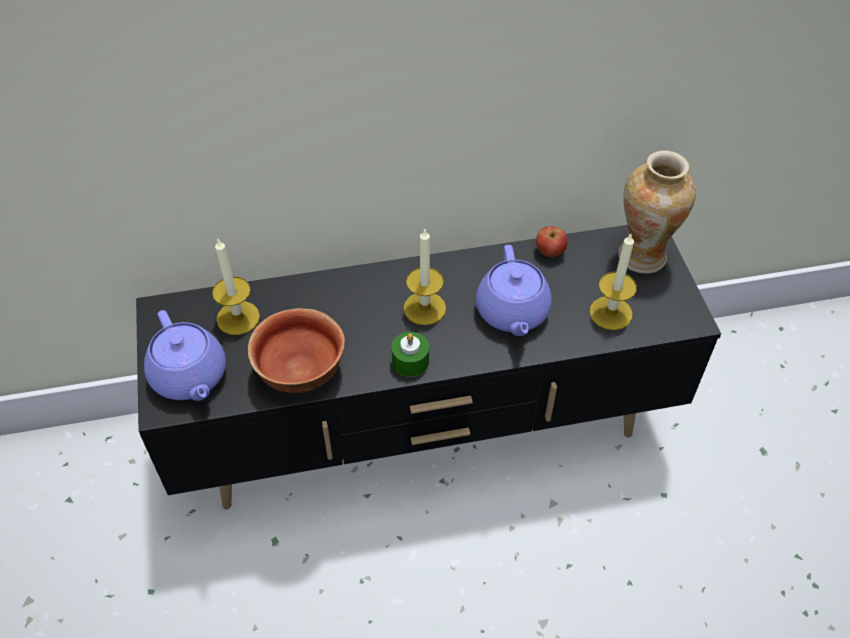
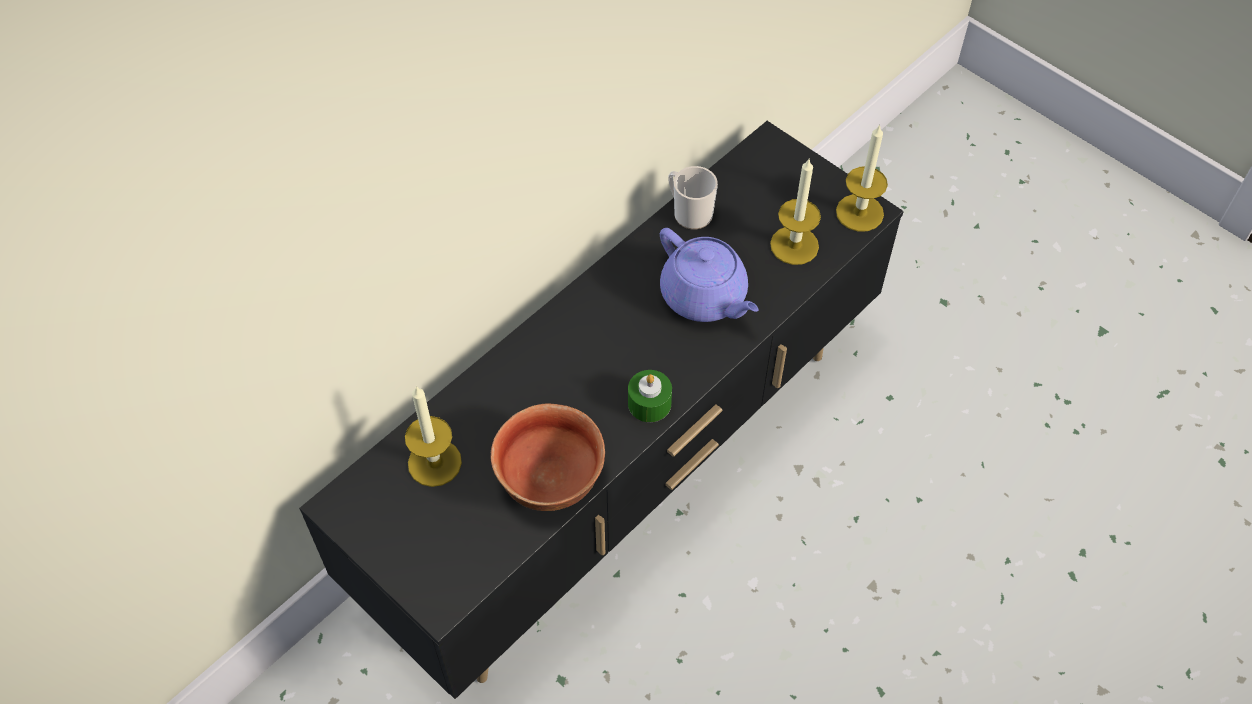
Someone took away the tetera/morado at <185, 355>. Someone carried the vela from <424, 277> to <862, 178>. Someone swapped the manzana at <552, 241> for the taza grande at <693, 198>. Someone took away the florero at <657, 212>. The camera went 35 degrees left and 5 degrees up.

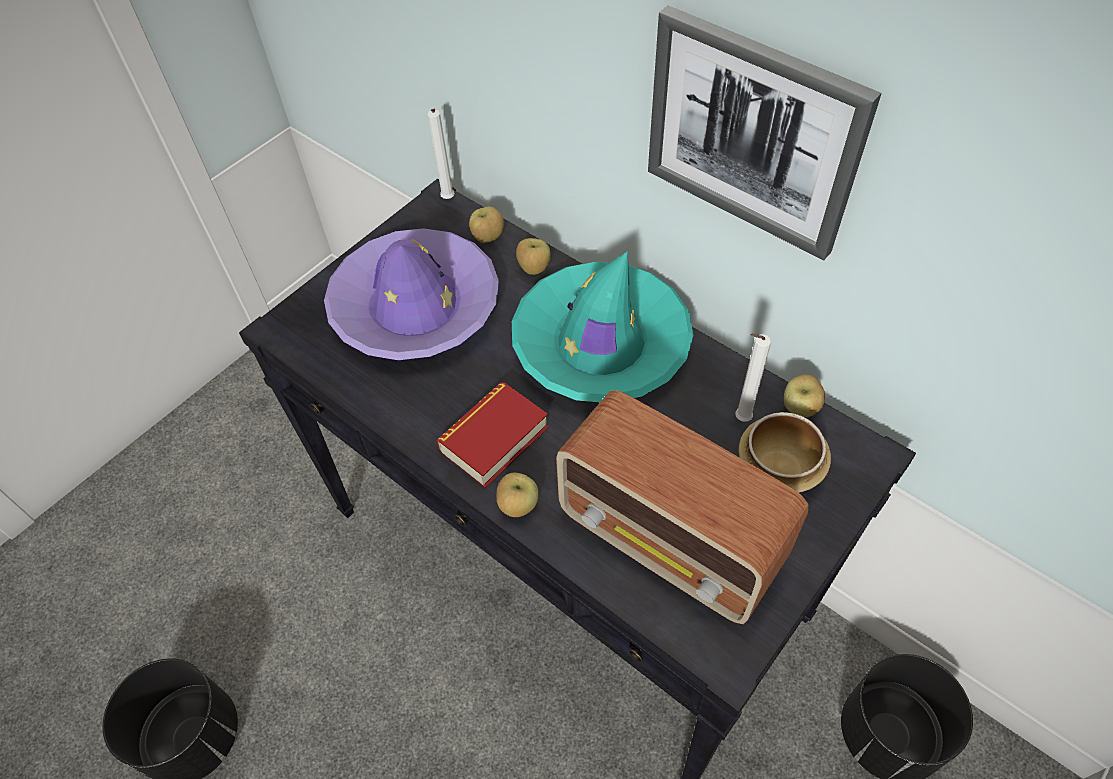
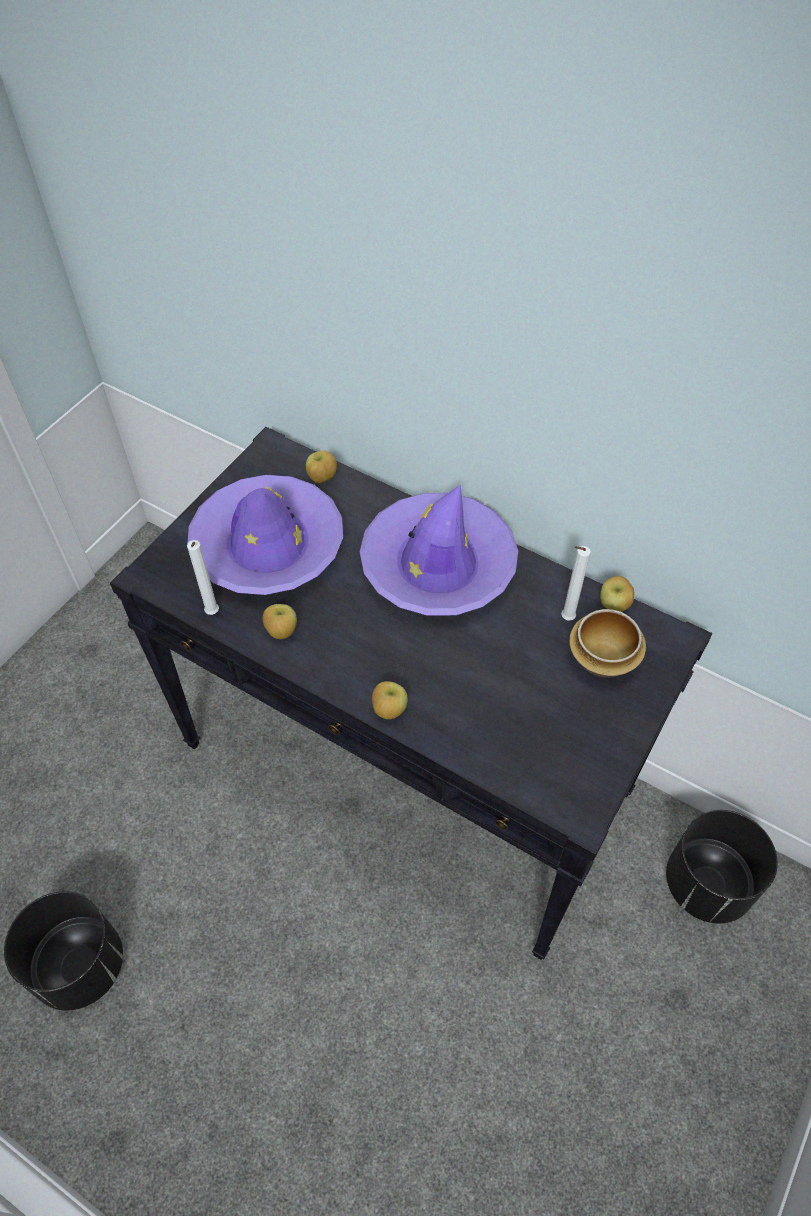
Someone carried the vela/blanco from <441, 154> to <203, 577>. Someone took away the libro at <492, 435>. Someone repainted the sombrero/turquesa at <603, 326>, which became the sombrero/morado at <439, 550>. Someone carried the manzana from <533, 256> to <280, 621>. Someone took away the radio at <682, 507>. Someone took away the cuadro at <765, 132>. The camera went 10 degrees left and 0 degrees up.

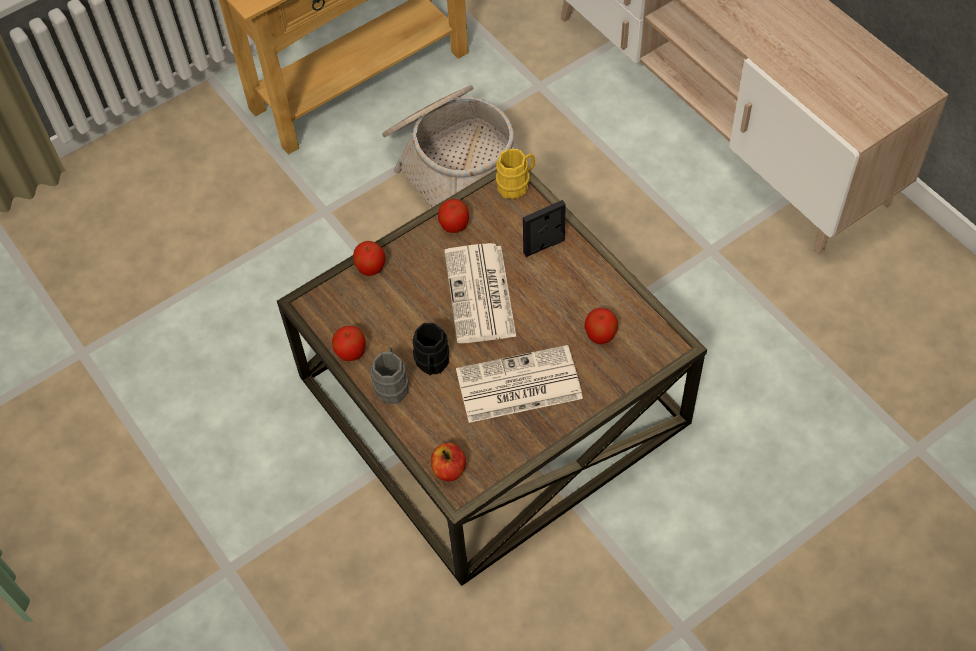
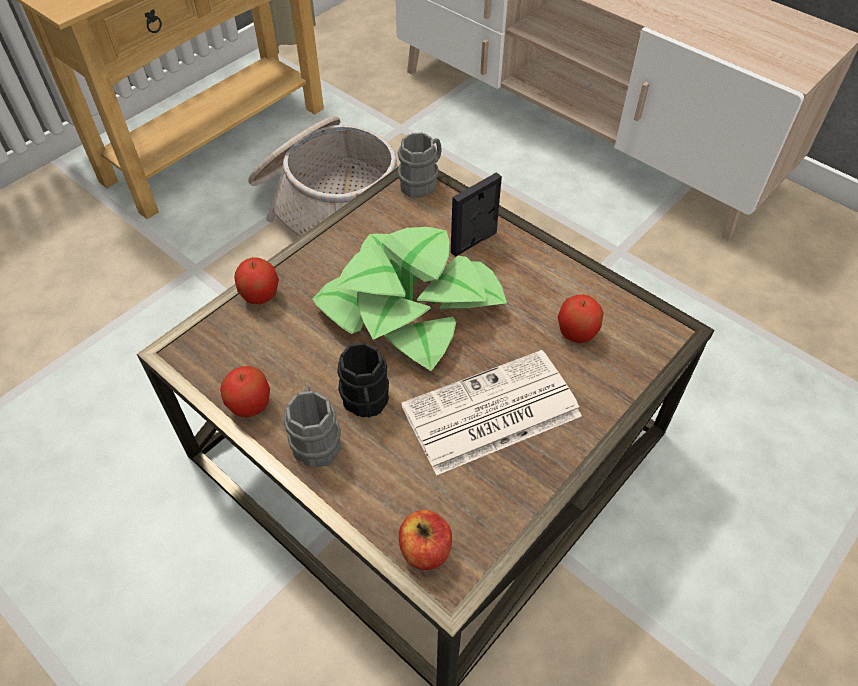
Someone took away the manzana at <453, 216>. Someone swapped the periódico at <480, 293> for the planta en maceta at <410, 299>. Someone repainted the taza grande/amarillo at <515, 174>, which became the taza grande/gris at <419, 165>. The camera went 15 degrees left and 5 degrees down.

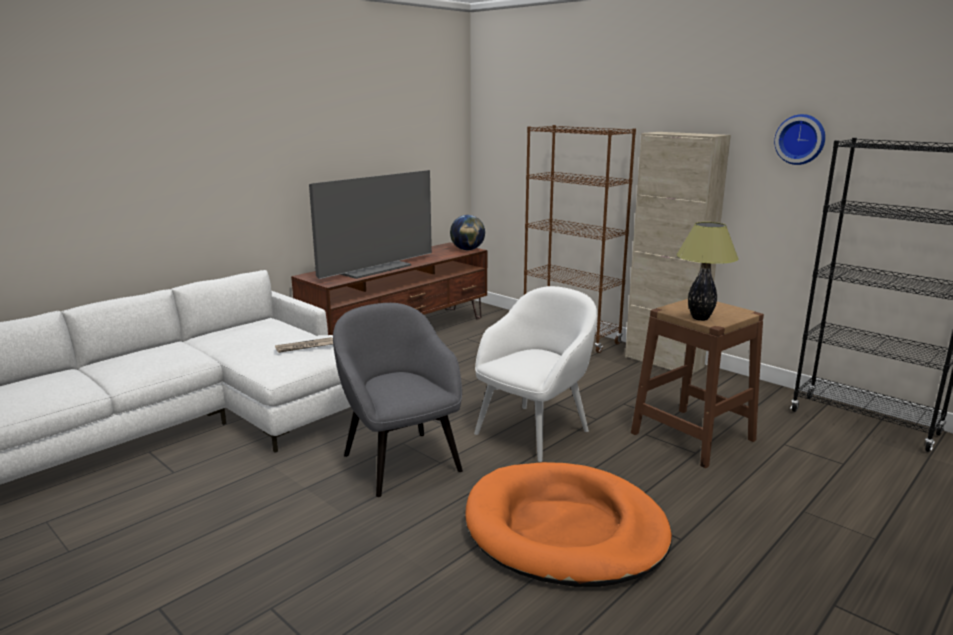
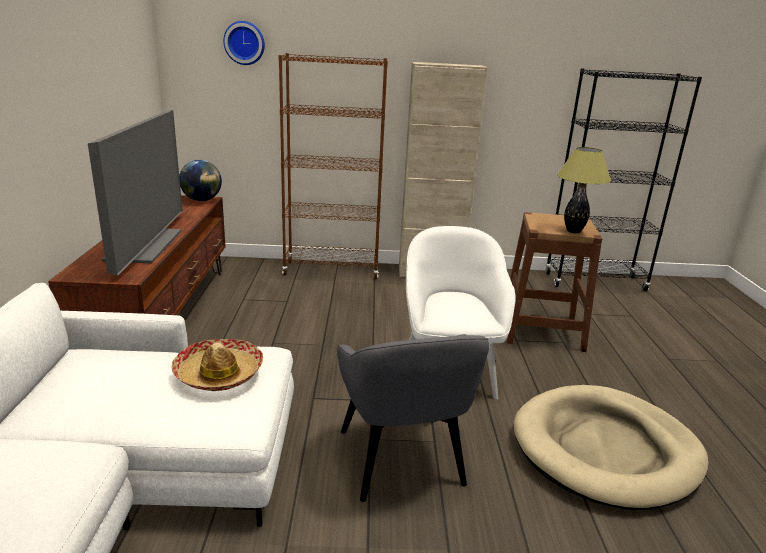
Someone swapped the periódico at <304, 345> for the sombrero at <217, 365>. Someone rotated the sillón/gris at <398, 400> by 120 degrees counterclockwise. Someone repainted the cama para perro/naranja at <568, 524>, which became the cama para perro/beis at <611, 448>. Someone carried the reloj de pared from <799, 139> to <244, 43>. The camera went 45 degrees left and 5 degrees up.

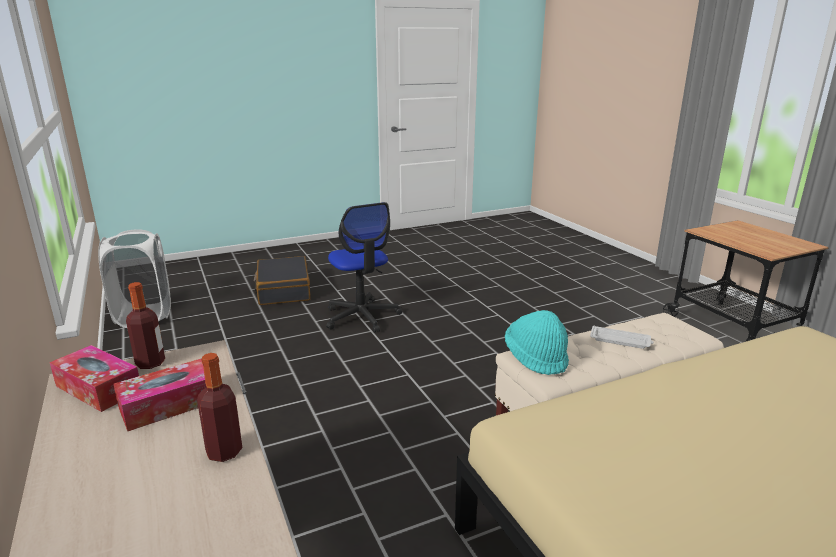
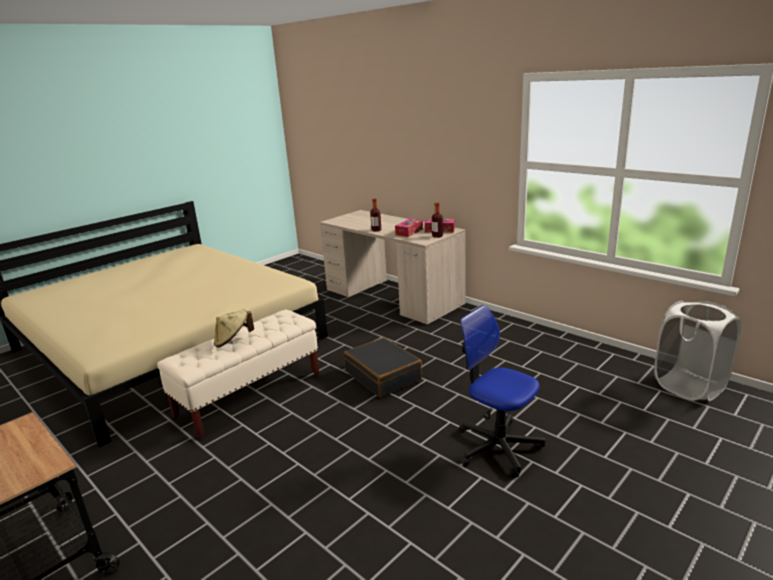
Someone carried the maleta/negro from <282, 280> to <383, 367>. Someone took away the sombrero/turquesa at <537, 342>. Someone swapped the bandeja/blanco at <622, 337> for the sombrero/beis at <234, 328>. The camera went 160 degrees right and 0 degrees up.

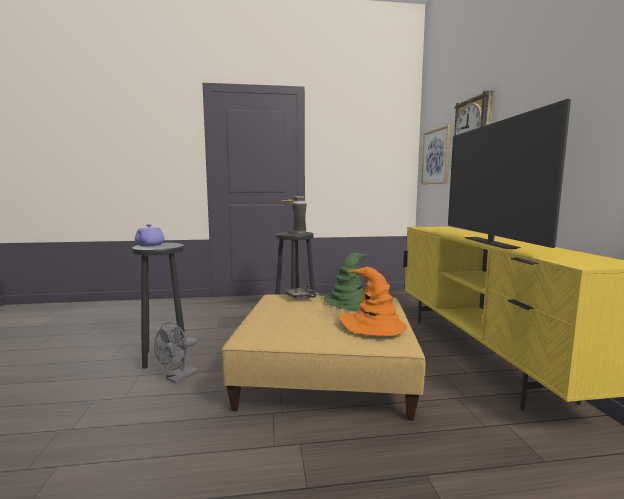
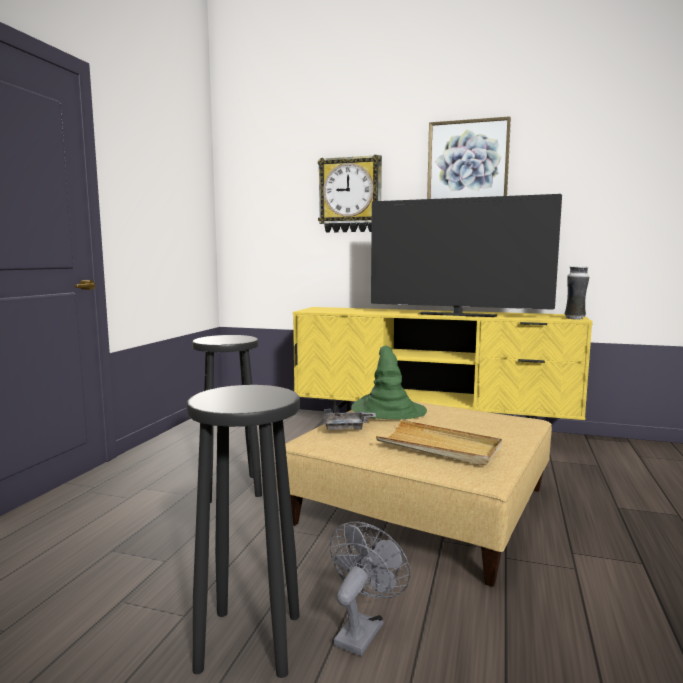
Someone took away the tetera/morado at <150, 235>. Someone rotated the ventilador/gris at <175, 352> by 120 degrees counterclockwise. Someone carried the florero from <300, 215> to <577, 293>. Someone took away the sombrero/naranja at <373, 301>. Someone carried the cuadro from <436, 154> to <469, 157>. Someone put down the bandeja/beis at <439, 443>. The camera went 65 degrees left and 0 degrees up.

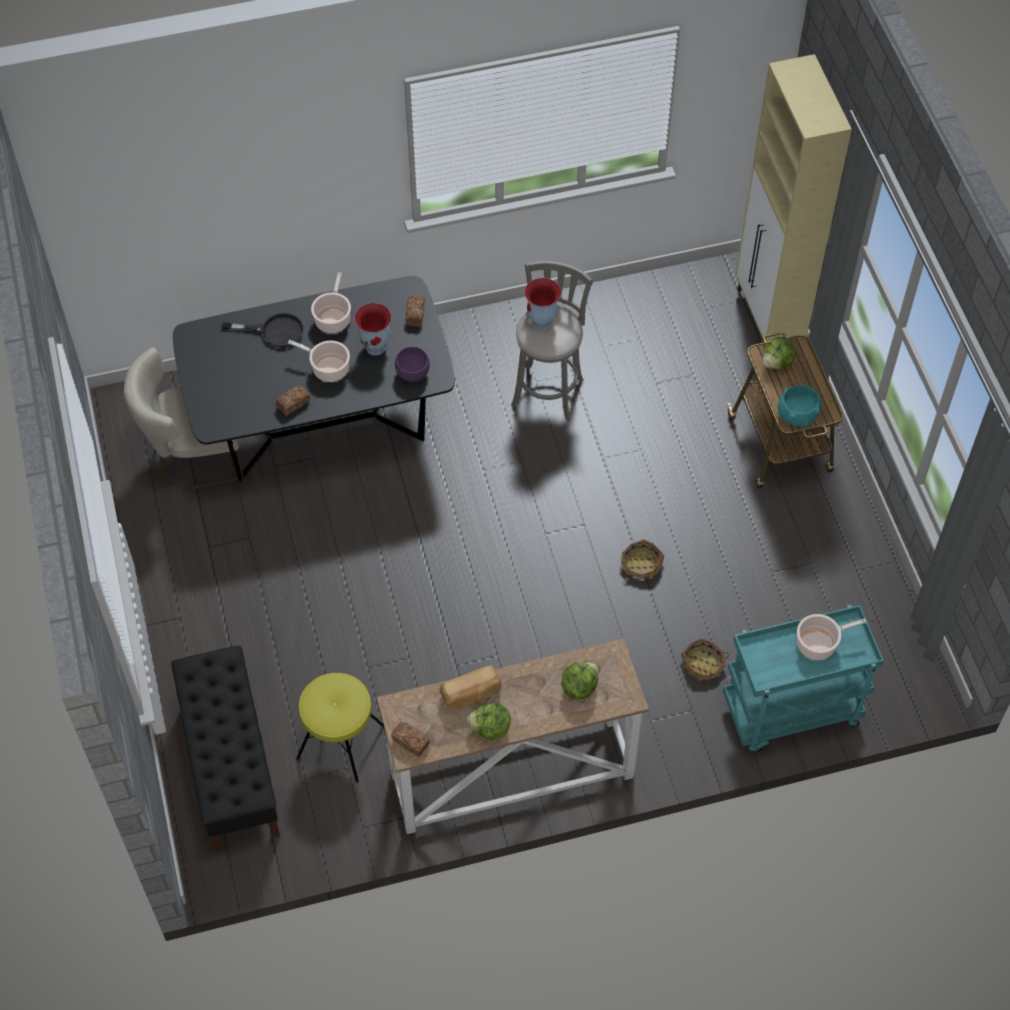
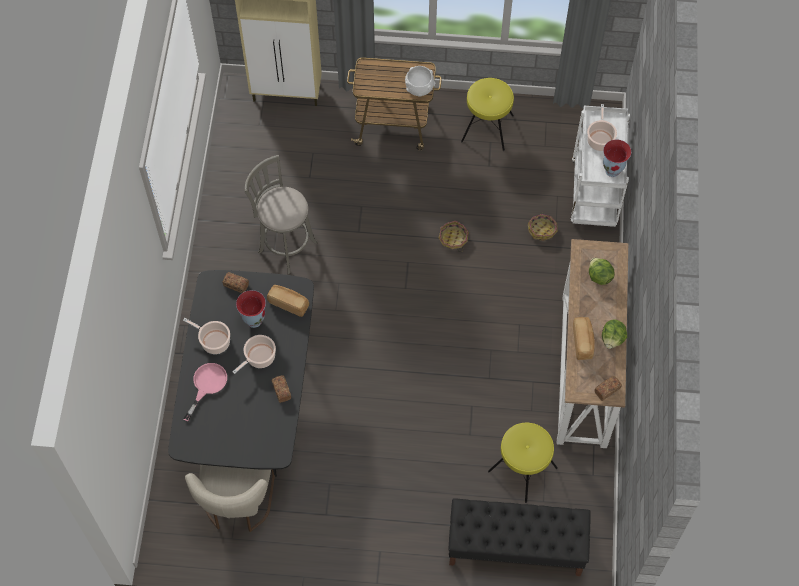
Someone repainted the sartén/negro at <262, 330>, which became the sartén/rosa at <205, 392>. Someone swapped the cuenco/morado at <412, 364> for the pan at <288, 301>. Someone carried the florero from <542, 304> to <617, 158>. Someone repainted the carrito/turquesa at <803, 678>, which became the carrito/blanco at <600, 166>. Someone took away the lechuga at <779, 353>. Someone repainted the cuenco/turquesa at <799, 406>, which became the cuenco/blanco at <420, 81>. Someone put down the taburete/amarillo at <487, 114>. The camera went 70 degrees left and 5 degrees up.

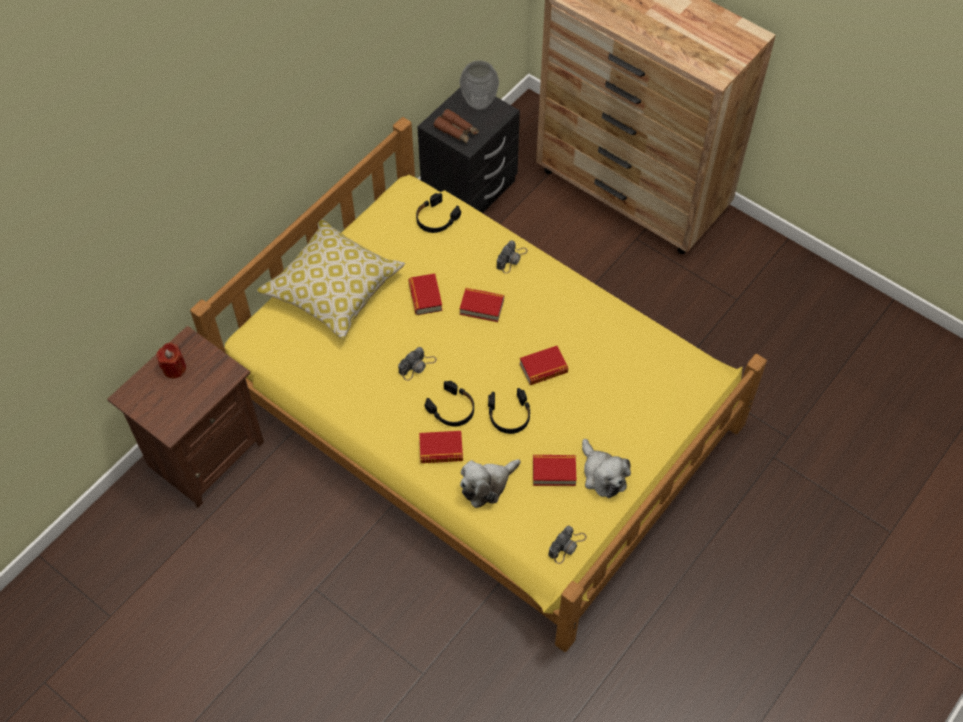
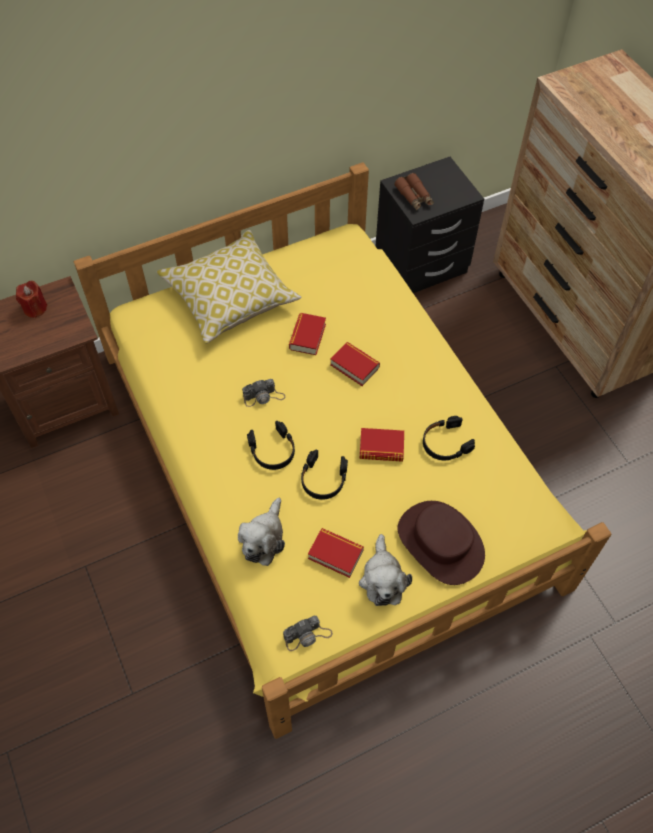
Someone carried the auriculares/negro from <438, 213> to <449, 438>. Someone took away the libro at <441, 447>. Someone took away the florero at <479, 85>. Someone rotated the peluche at <490, 483> by 60 degrees counterclockwise. Someone took away the cámara at <512, 257>. Someone put down the sombrero/marrón at <441, 543>. The camera went 25 degrees right and 0 degrees up.

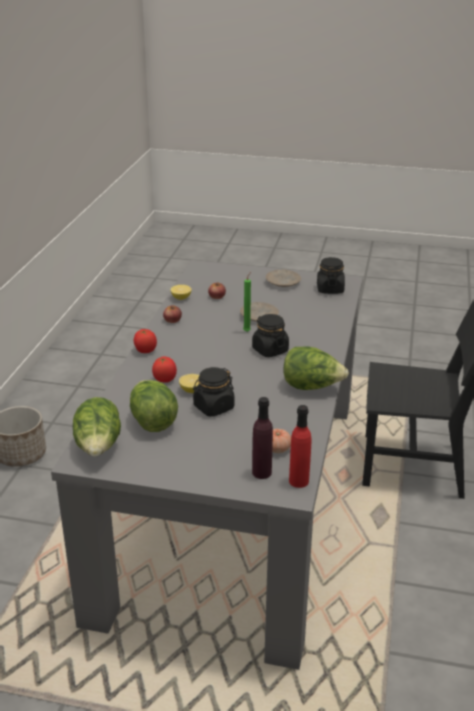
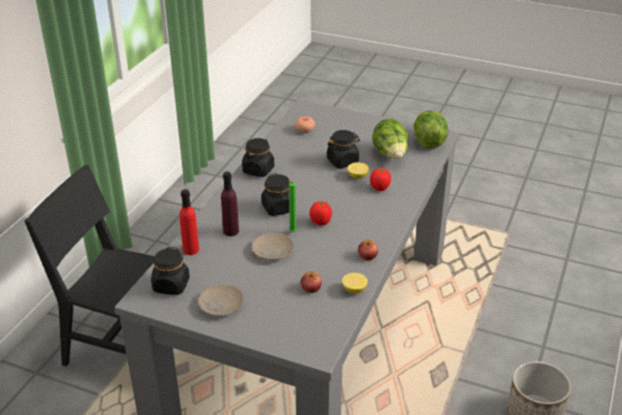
Someone carried the tomate from <145, 341> to <321, 213>. Someone carried the botella/morado from <262, 438> to <230, 204>. Someone swapped the lechuga at <316, 368> for the tarro/negro at <258, 157>. Someone carried the botella/rojo from <300, 446> to <189, 222>. The camera went 170 degrees left and 5 degrees up.

